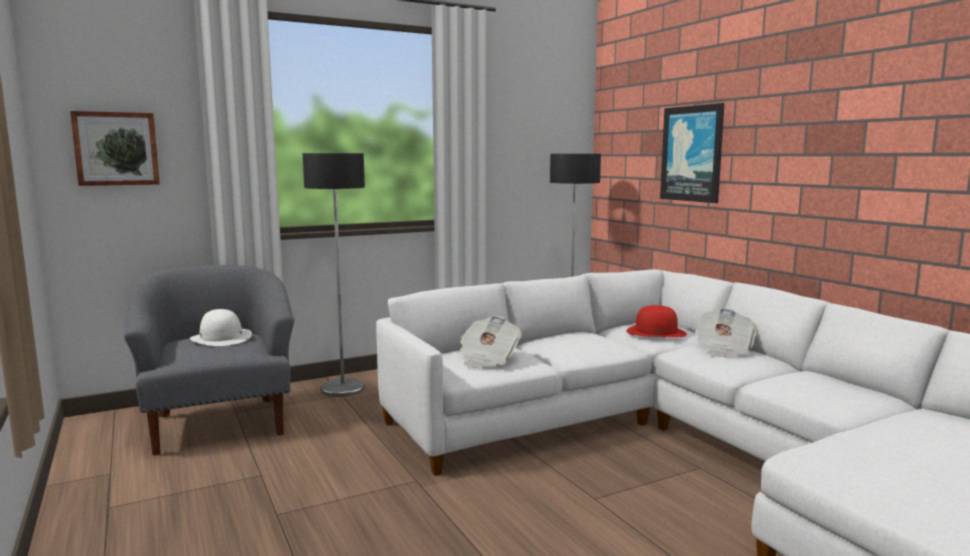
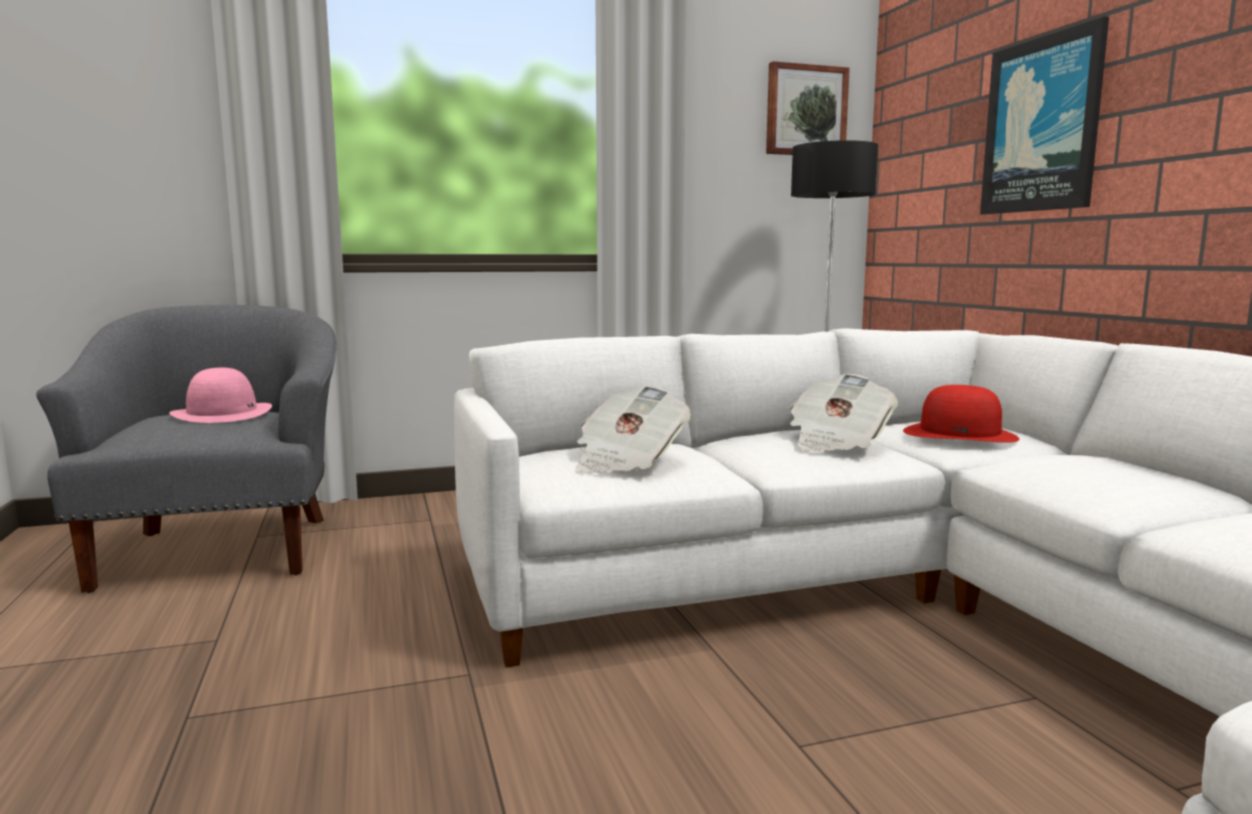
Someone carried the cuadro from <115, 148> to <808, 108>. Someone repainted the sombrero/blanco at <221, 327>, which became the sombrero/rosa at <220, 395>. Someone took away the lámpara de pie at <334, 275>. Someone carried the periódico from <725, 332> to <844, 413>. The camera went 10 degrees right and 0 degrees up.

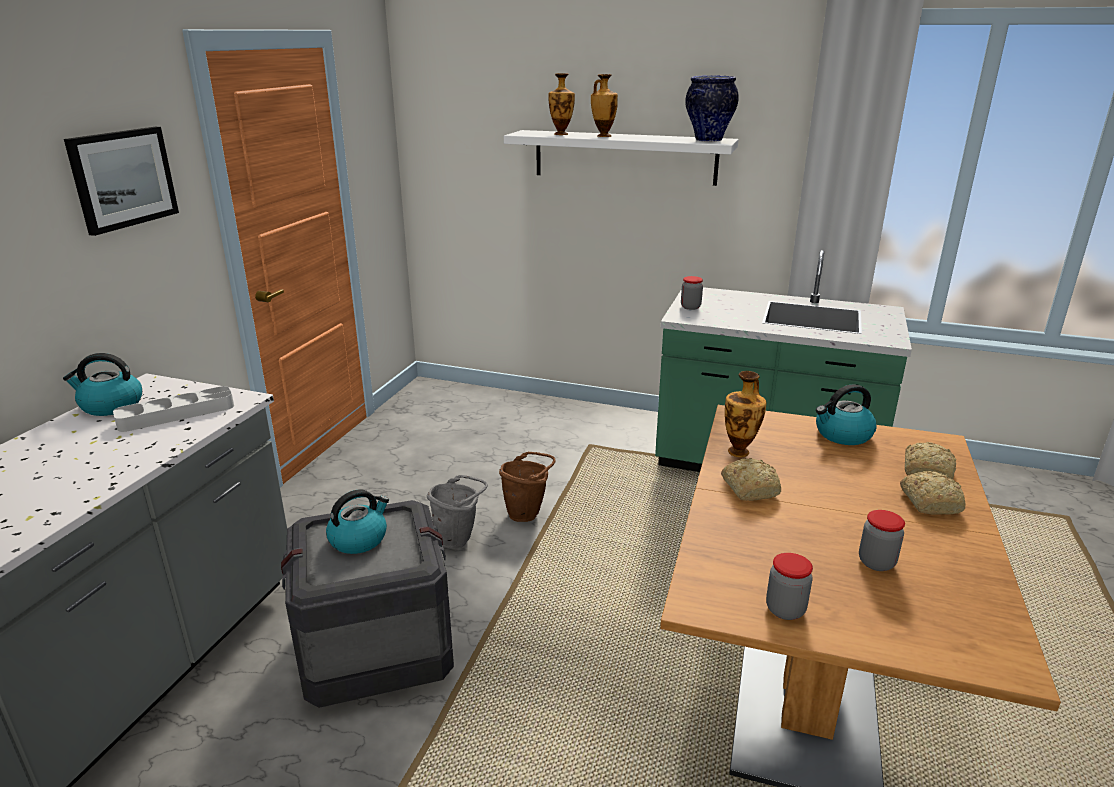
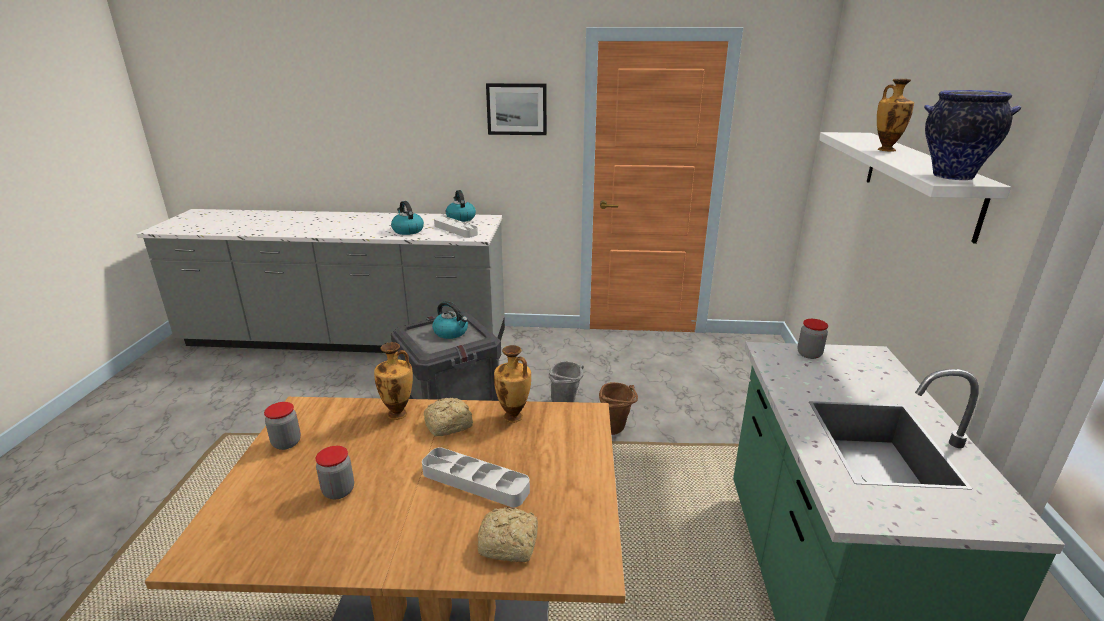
Someone carried the florero from <562, 104> to <393, 381>. Someone carried the hervidor from <846, 414> to <407, 218>. Someone took away the pan at <932, 493>. Someone put down the bandeja/gris at <476, 477>. The camera went 75 degrees right and 0 degrees up.

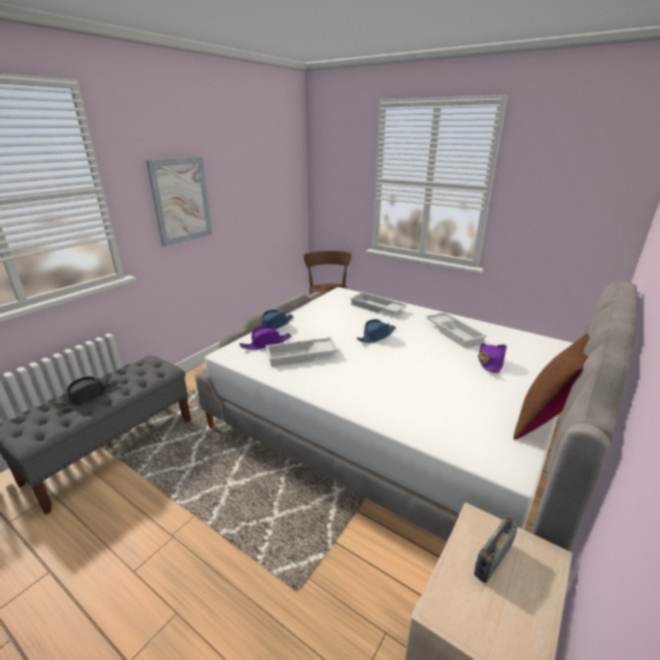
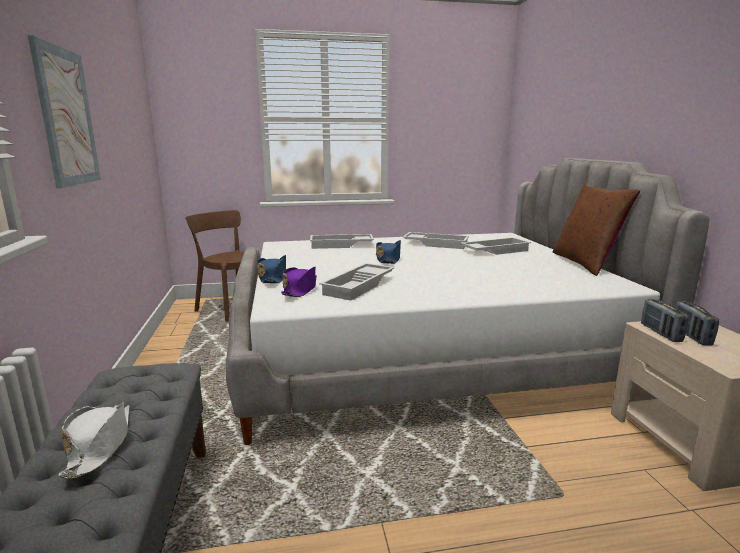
Someone repainted the sombrero/negro at <85, 392>, which became the sombrero/blanco at <94, 441>. Someone swapped the sombrero/morado at <492, 358> for the bandeja/blanco at <496, 246>. Someone put down the radio at <665, 320>. The camera went 45 degrees left and 10 degrees down.

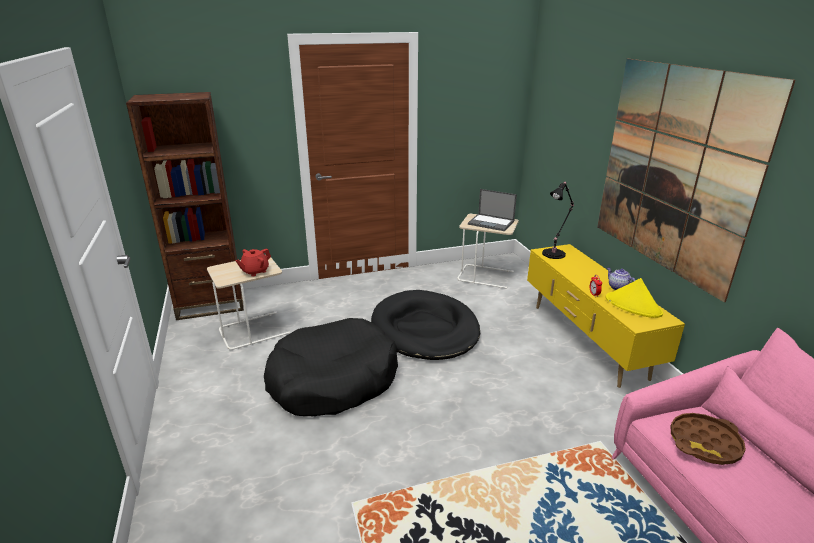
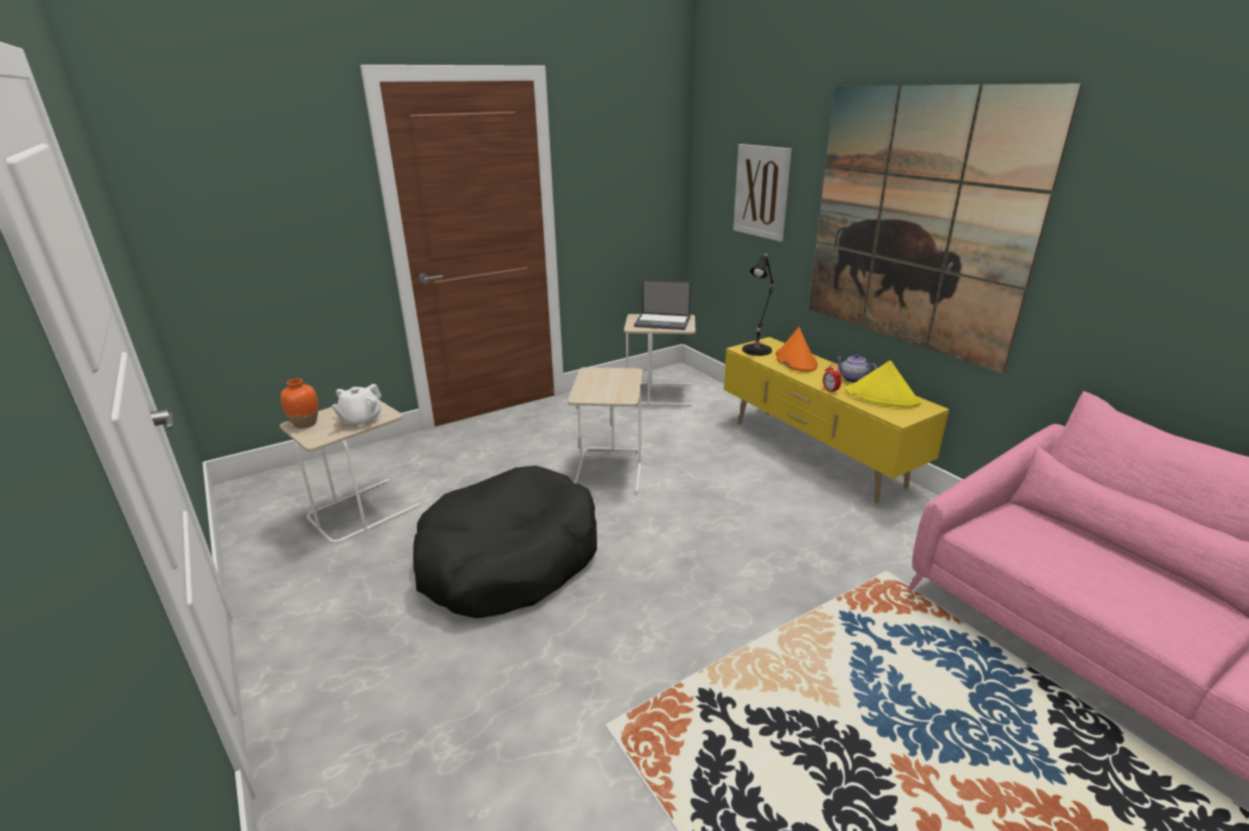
Someone took away the estantería/marrón at <185, 206>. Someone repainted the tetera/rojo at <253, 262>, which became the tetera/blanco at <356, 406>. Someone swapped the cama para perro/negro at <425, 325> for the mesa auxiliar/beis at <605, 430>. Someone took away the bandeja/marrón at <708, 439>. Someone put down the florero/naranja at <299, 403>. Someone put up the cuadro at <762, 193>. Someone put down the sombrero/naranja at <797, 349>. The camera went 15 degrees left and 0 degrees up.

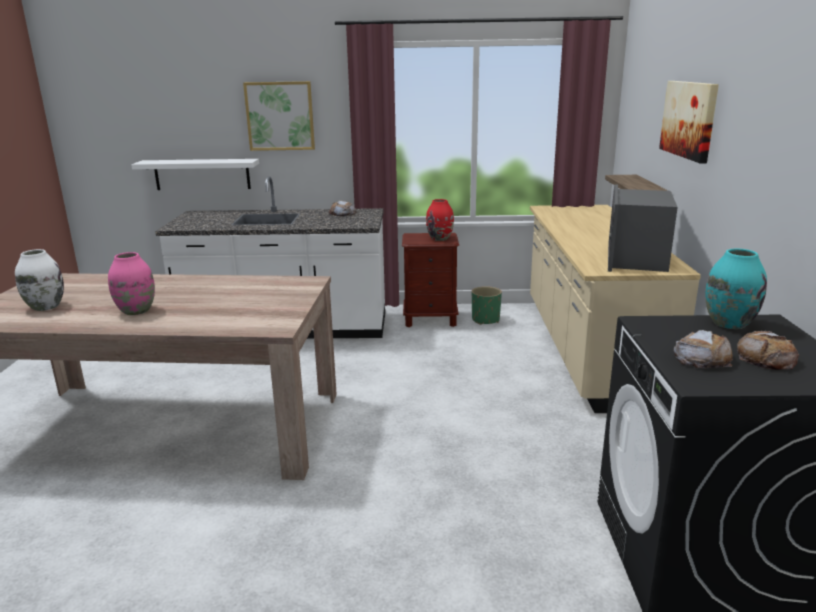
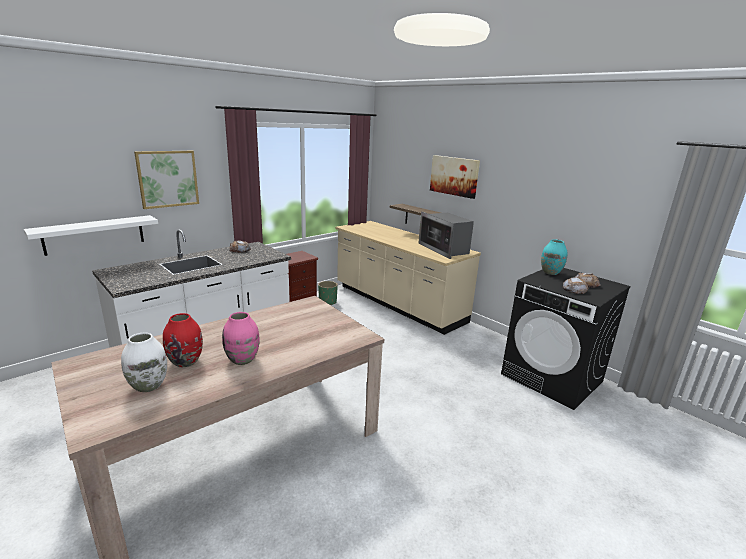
Someone carried the florero/rojo from <440, 220> to <183, 340>. The camera went 45 degrees left and 0 degrees up.

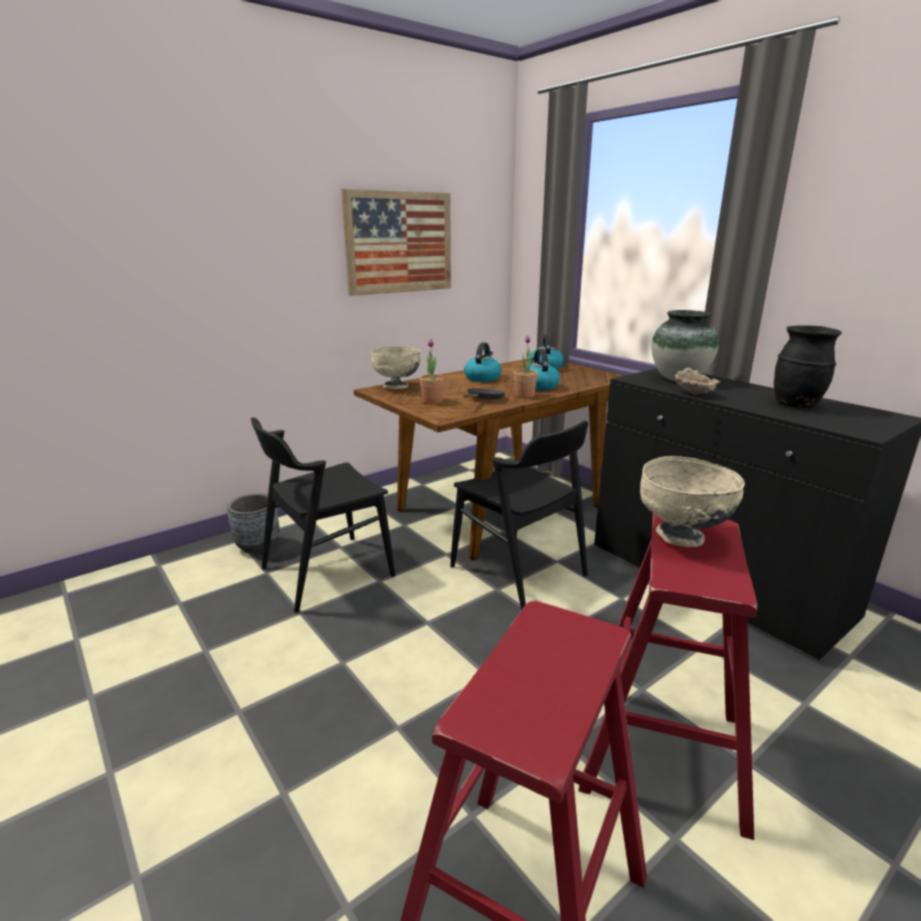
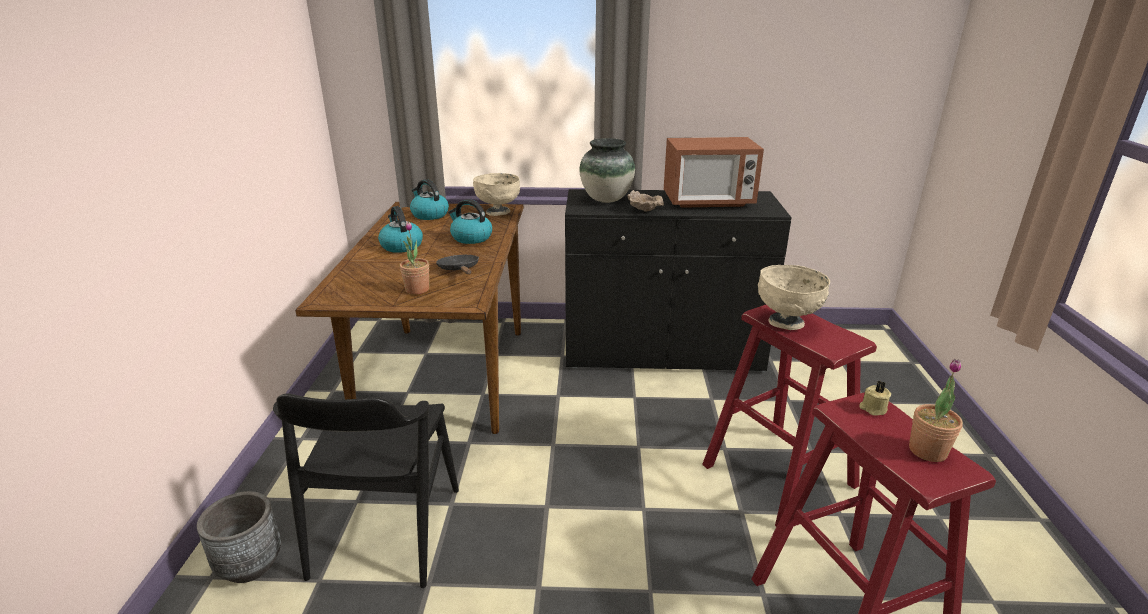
Someone took away the cuadro at <396, 242>. Someone carried the cuenco/beis from <395, 367> to <496, 194>. Someone took away the silla/negro at <519, 515>. Someone carried the planta en maceta from <526, 367> to <936, 410>. Someone swapped the florero/negro at <808, 366> for the microondas at <714, 172>. Someone put down the vela/beis at <875, 398>. The camera went 50 degrees left and 5 degrees up.

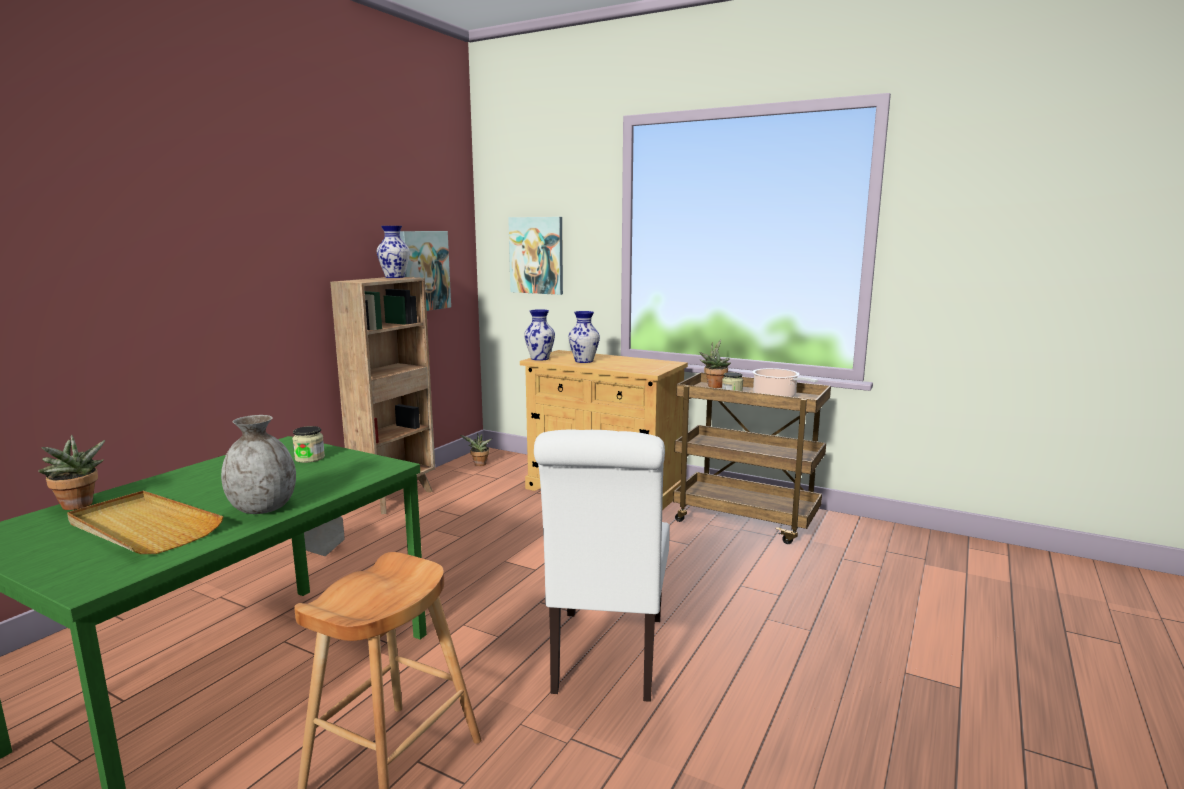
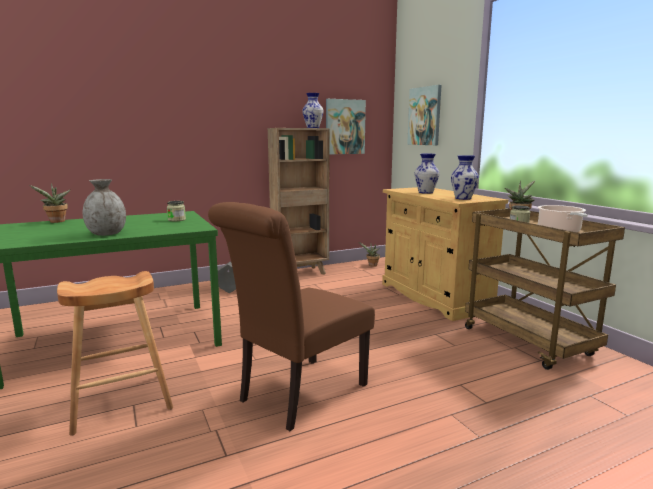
Someone took away the bandeja/beis at <145, 522>. Someone carried the florero from <539, 335> to <465, 177>. Someone repainted the silla/blanco at <601, 565>, which became the silla/marrón at <291, 316>. The camera went 35 degrees right and 0 degrees up.

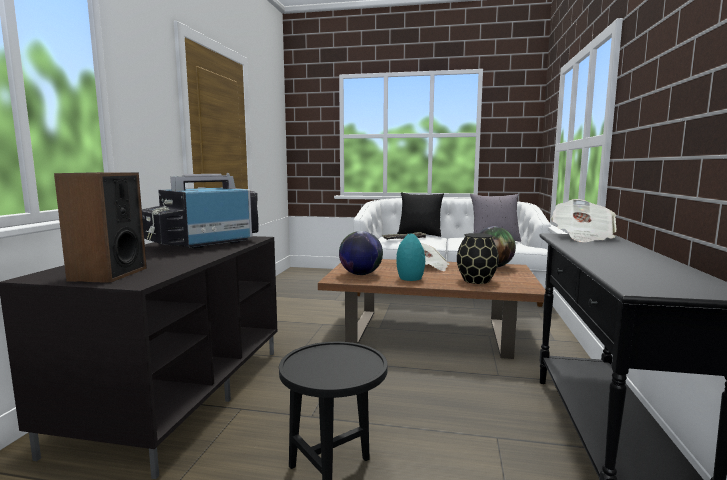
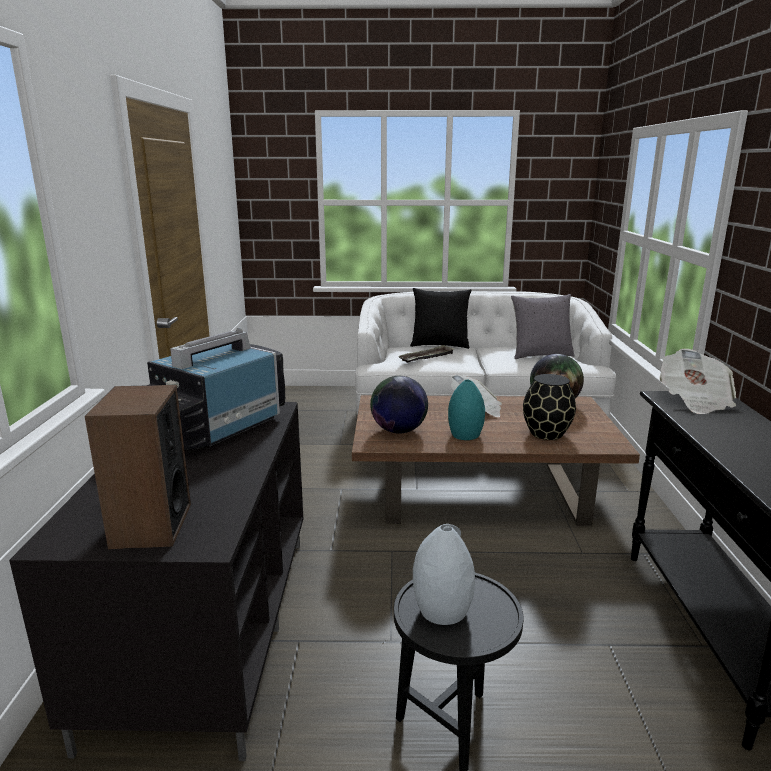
Someone put down the florero/gris at <444, 574>. The camera went 10 degrees left and 10 degrees up.

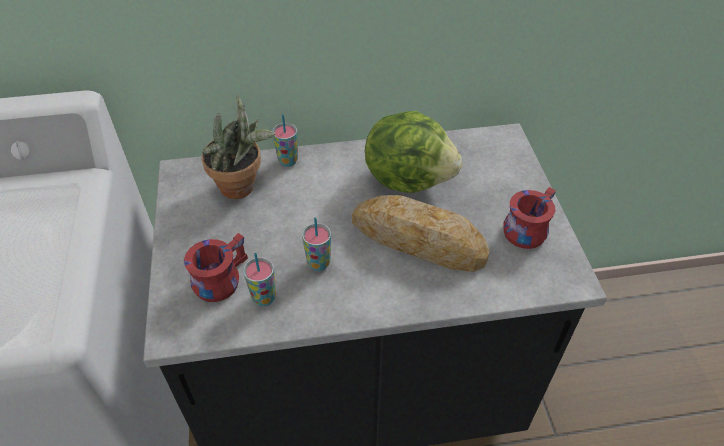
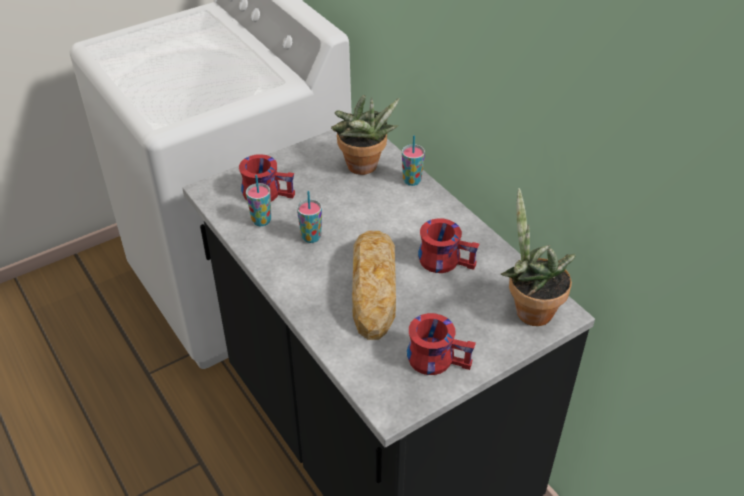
Someone swapped the lechuga at <413, 152> for the taza grande/rojo at <448, 245>. Someone put down the planta en maceta at <538, 257>. The camera went 65 degrees right and 5 degrees down.

